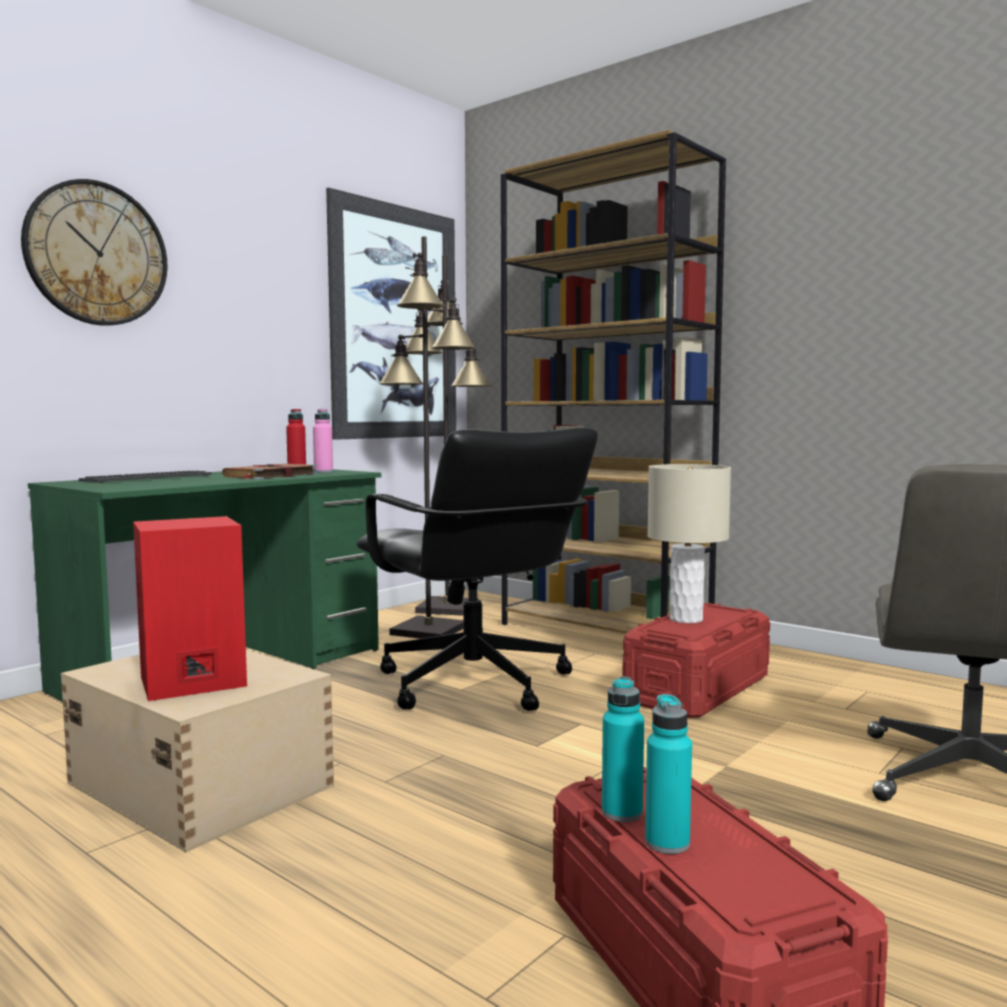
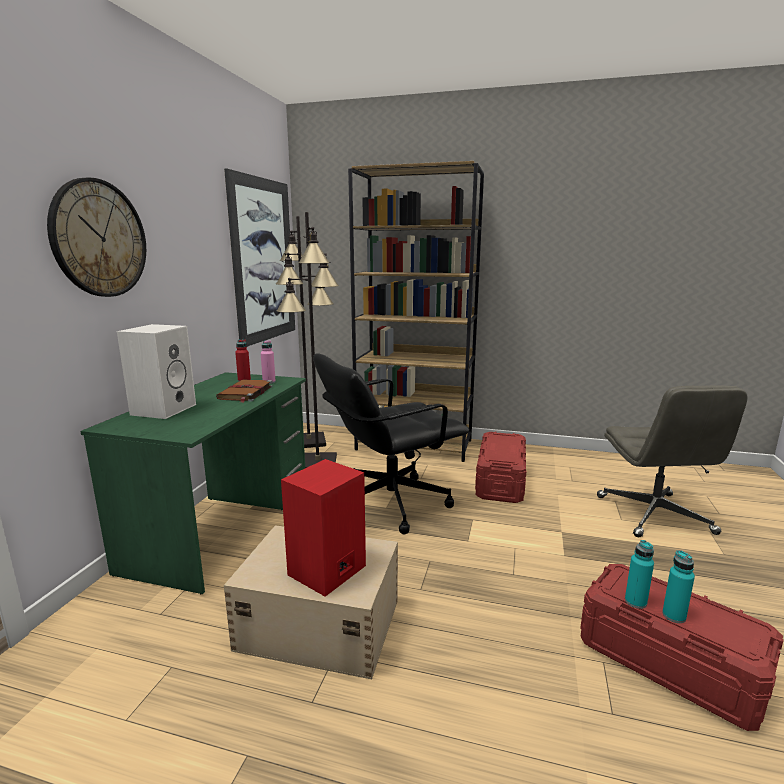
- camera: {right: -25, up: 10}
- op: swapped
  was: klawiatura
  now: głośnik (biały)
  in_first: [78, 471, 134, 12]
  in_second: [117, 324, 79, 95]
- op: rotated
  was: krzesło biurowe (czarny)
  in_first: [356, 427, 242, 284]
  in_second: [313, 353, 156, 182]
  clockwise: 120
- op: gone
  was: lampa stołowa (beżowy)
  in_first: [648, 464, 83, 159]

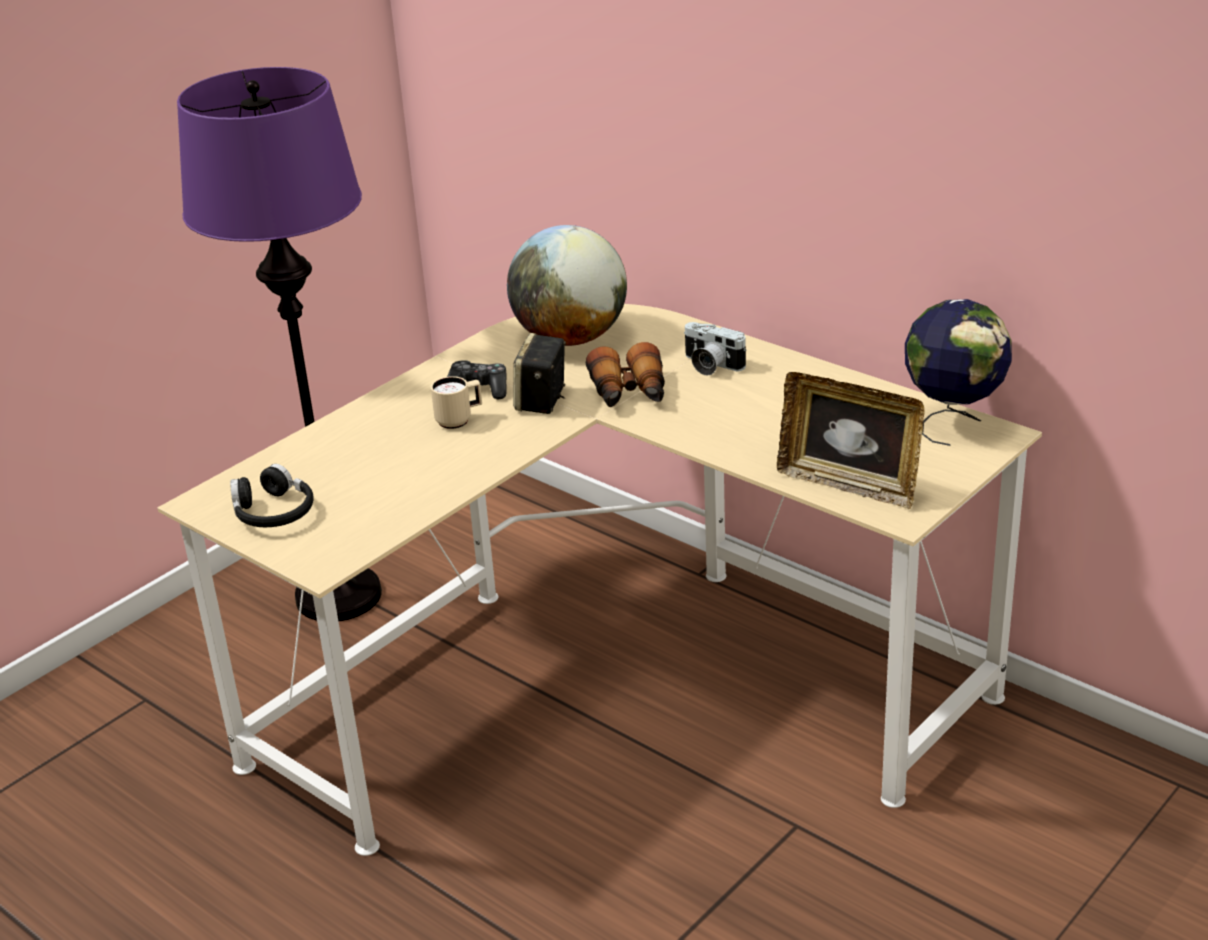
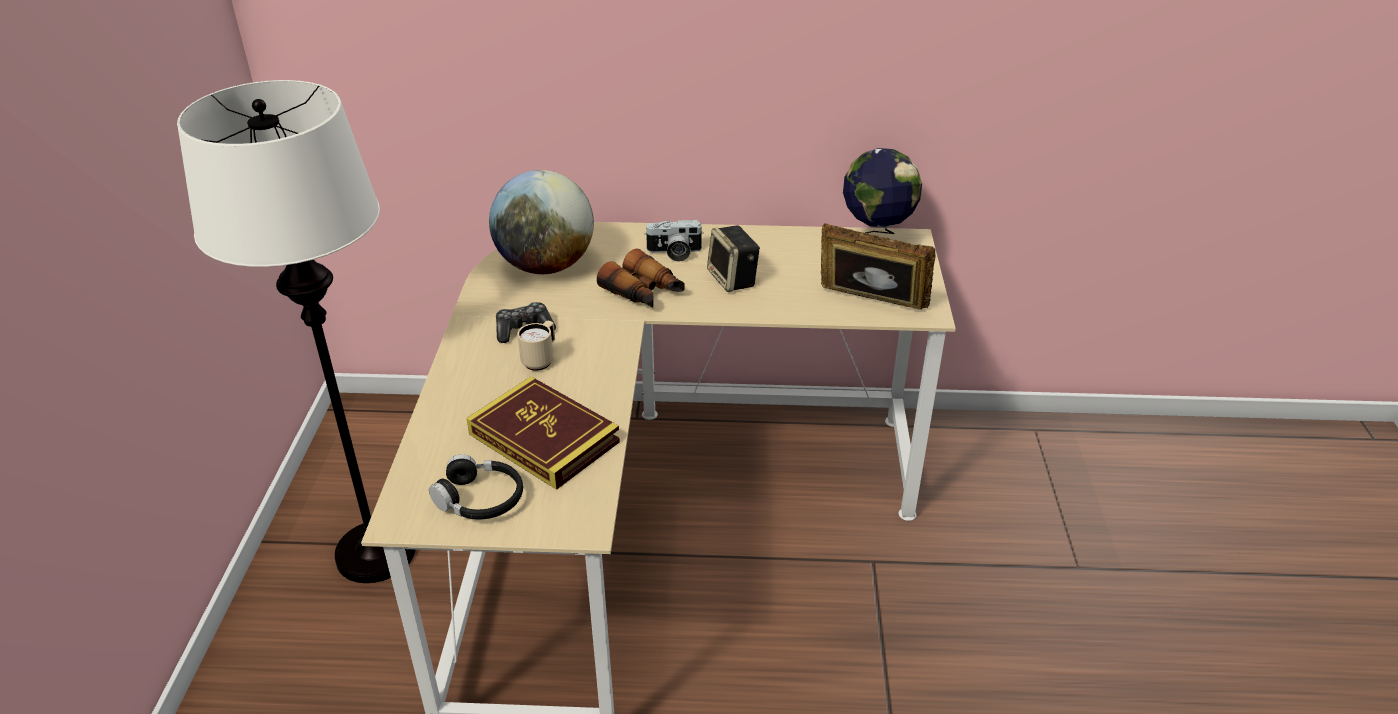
- camera: {right: -40, up: 5}
- op: repainted
  was: lampa stojąca (fioletowy)
  now: lampa stojąca (biały)
  in_first: [177, 67, 205, 554]
  in_second: [177, 80, 238, 503]
- op: shifted
  was: głośnik
  in_first: [513, 333, 53, 81]
  in_second: [707, 225, 53, 67]
- op: rotated
  was: ramka na zdjęcie
  in_first: [777, 372, 148, 137]
  in_second: [821, 223, 115, 87]
  clockwise: -150
- op: new
  now: książka
  in_second: [466, 376, 154, 114]

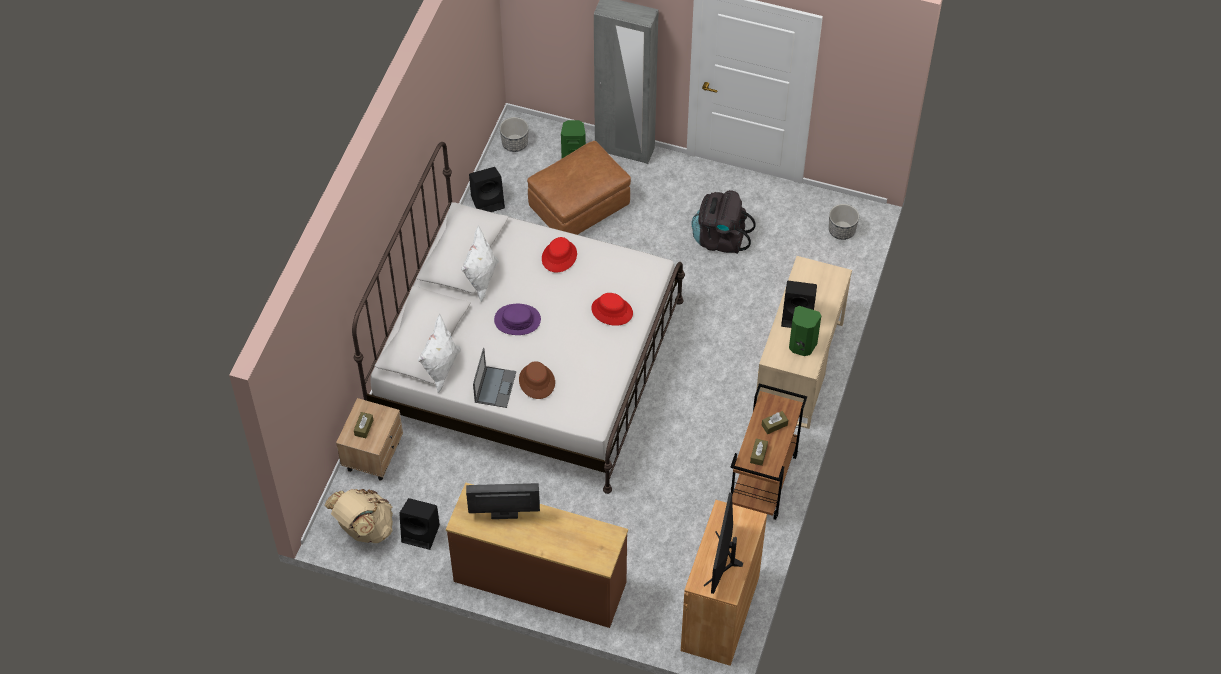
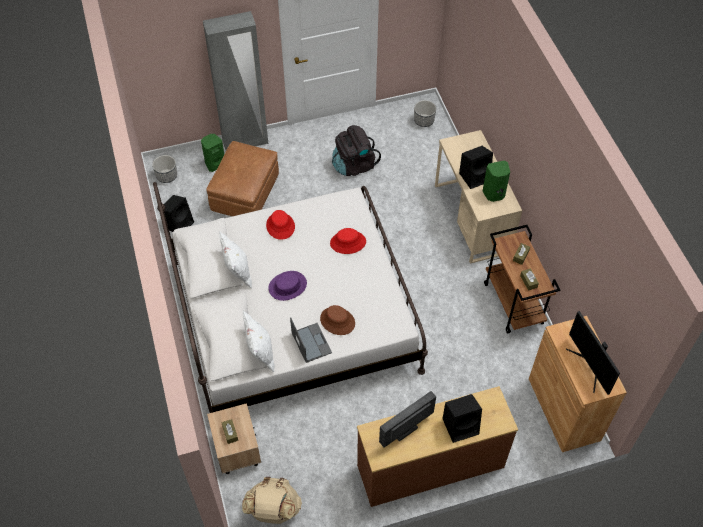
- camera: {right: -35, up: 0}
- op: shifted
  was: głośnik (czarny)
  in_first: [399, 498, 41, 52]
  in_second: [442, 394, 40, 49]

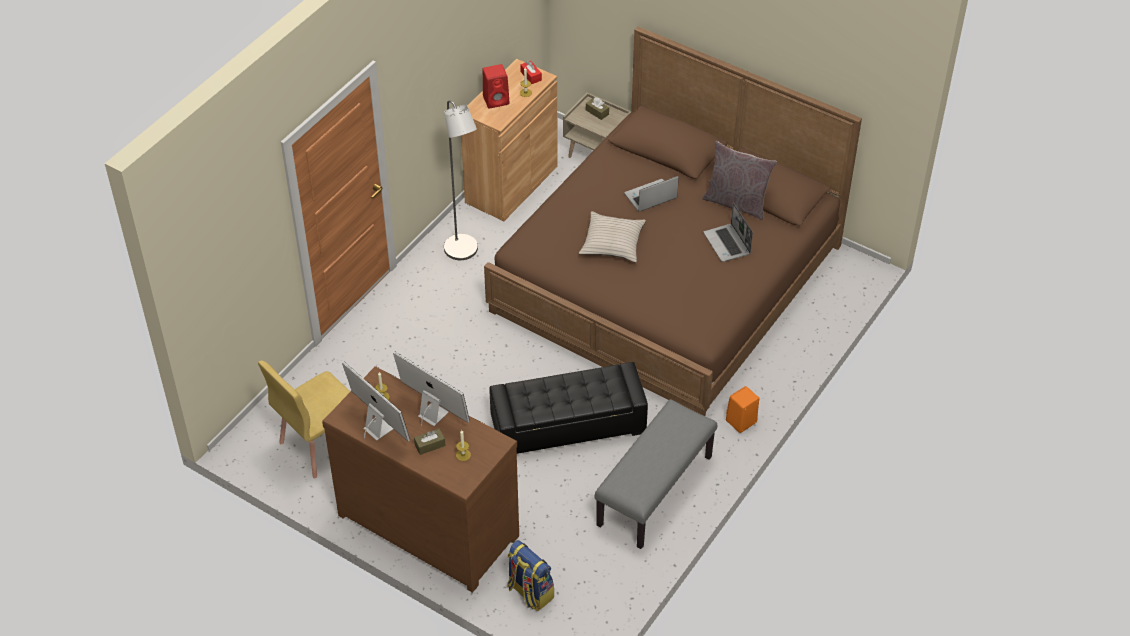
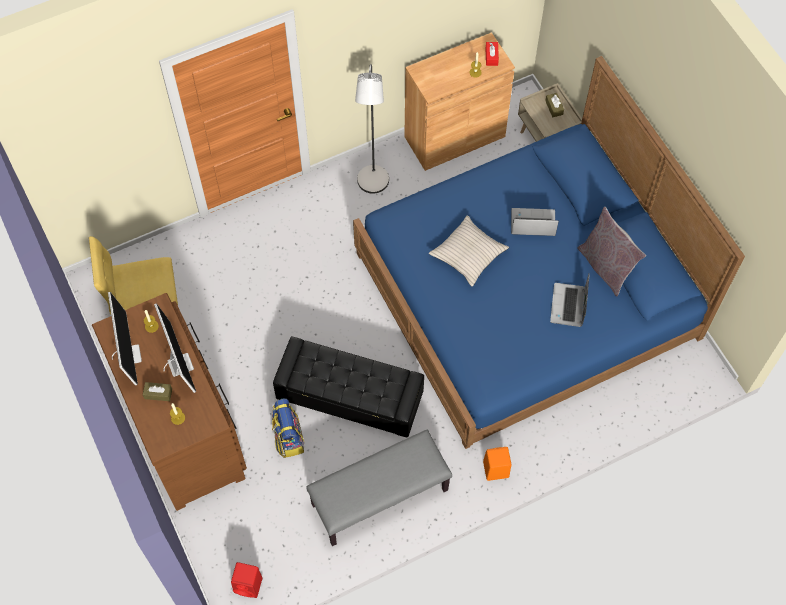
- camera: {right: 30, up: 15}
- op: shifted
  was: głośnik (czerwony)
  in_first: [483, 64, 26, 45]
  in_second: [231, 562, 31, 36]
- op: repainted
  was: łóżko (brązowy)
  now: łóżko (niebieski)
  in_first: [484, 26, 378, 390]
  in_second: [353, 56, 392, 393]
- op: shifted
  was: plecak
  in_first: [507, 540, 47, 71]
  in_second: [272, 398, 33, 60]

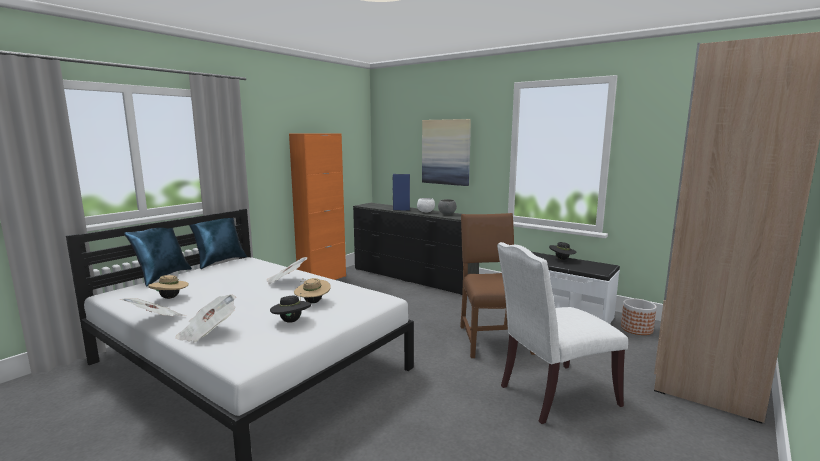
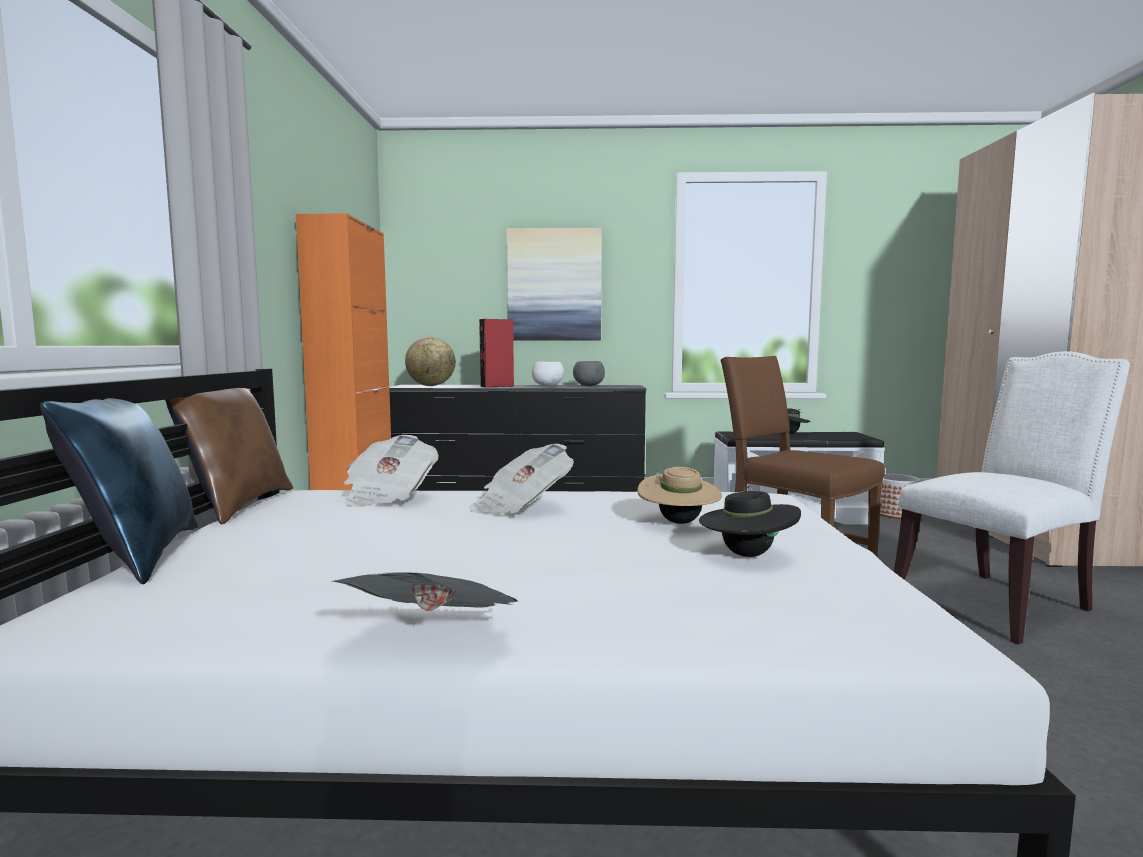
- camera: {right: -35, up: -5}
- op: gone
  was: kapelusz (beżowy)
  in_first: [148, 275, 41, 24]
- op: shifted
  was: gazeta
  in_first: [176, 294, 60, 48]
  in_second: [344, 435, 95, 72]
- op: repainted
  was: poduszka (niebieski)
  now: poduszka (brązowy)
  in_first: [189, 218, 58, 51]
  in_second: [165, 388, 128, 137]
- op: repainted
  was: głośnik (niebieski)
  now: głośnik (czerwony)
  in_first: [393, 174, 18, 37]
  in_second: [479, 319, 36, 69]
- op: rotated
  was: krzesło (biały)
  in_first: [497, 242, 131, 182]
  in_second: [894, 351, 236, 293]
  clockwise: -150
- op: new
  now: globus
  in_second: [405, 337, 51, 49]

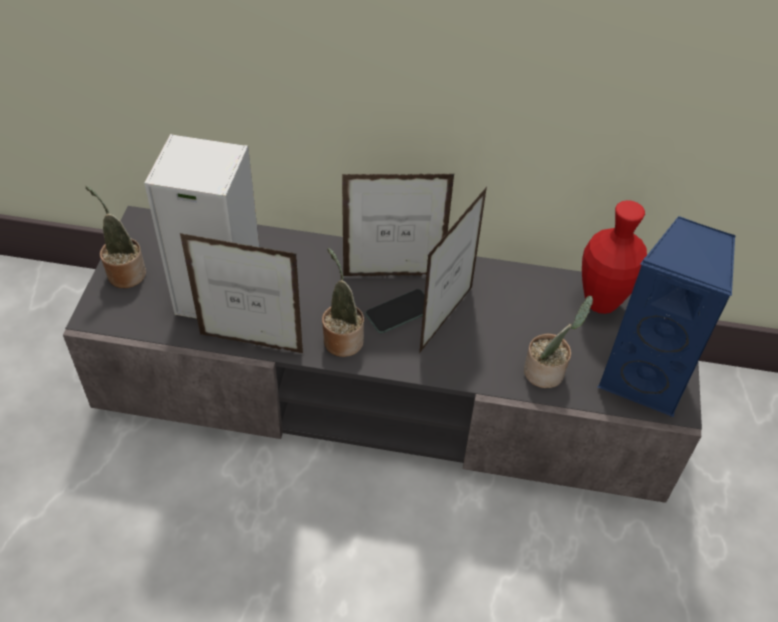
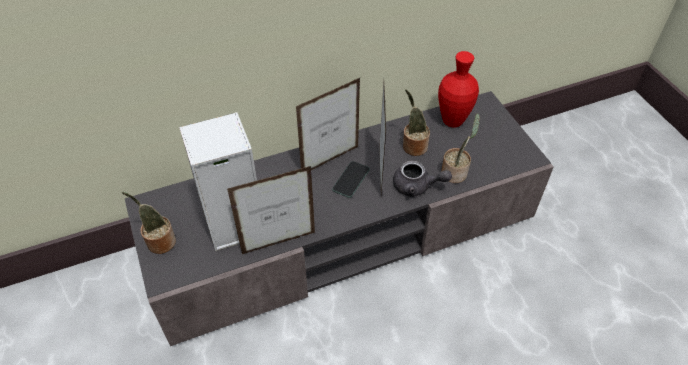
- camera: {right: -30, up: 0}
- op: shifted
  was: roślina doniczkowa
  in_first: [322, 248, 42, 109]
  in_second: [403, 89, 27, 67]
- op: gone
  was: głośnik (niebieski)
  in_first: [598, 216, 138, 202]
- op: new
  now: imbryk (szary)
  in_second: [393, 161, 59, 36]

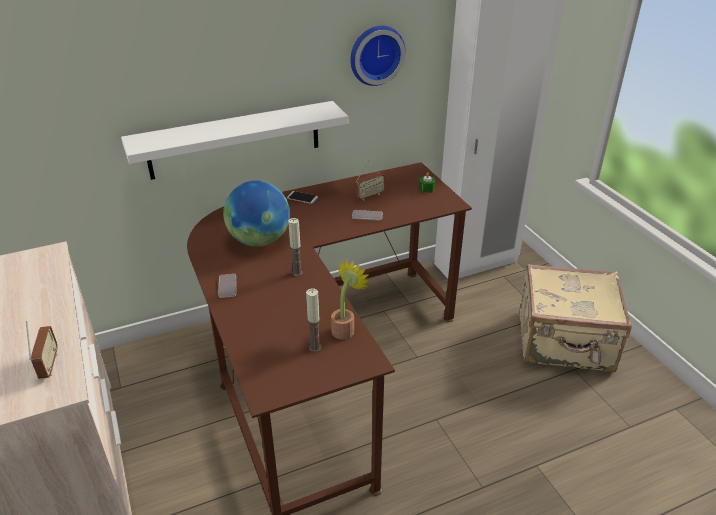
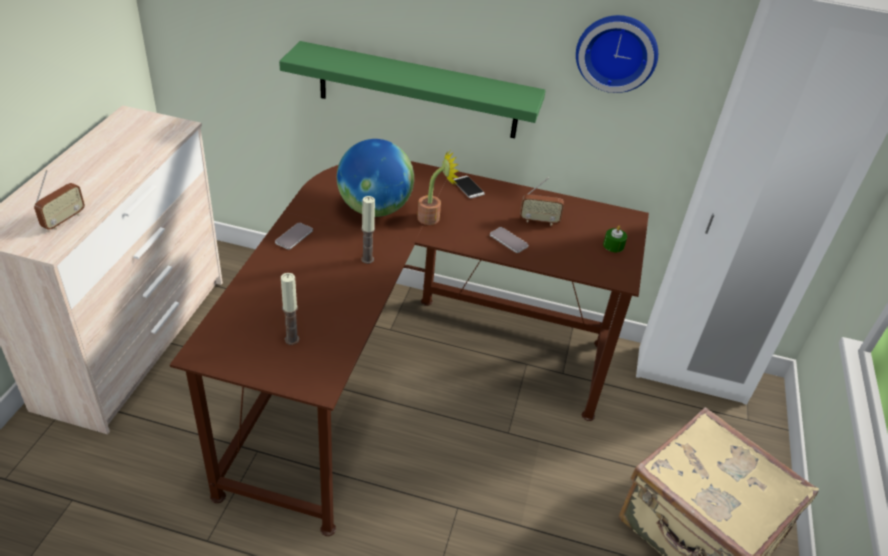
- camera: {right: 35, up: 5}
- op: repainted
  was: półka (biały)
  now: półka (zielony)
  in_first: [121, 101, 227, 79]
  in_second: [279, 41, 267, 97]
- op: shifted
  was: roślina doniczkowa
  in_first: [331, 260, 38, 80]
  in_second: [417, 150, 42, 75]

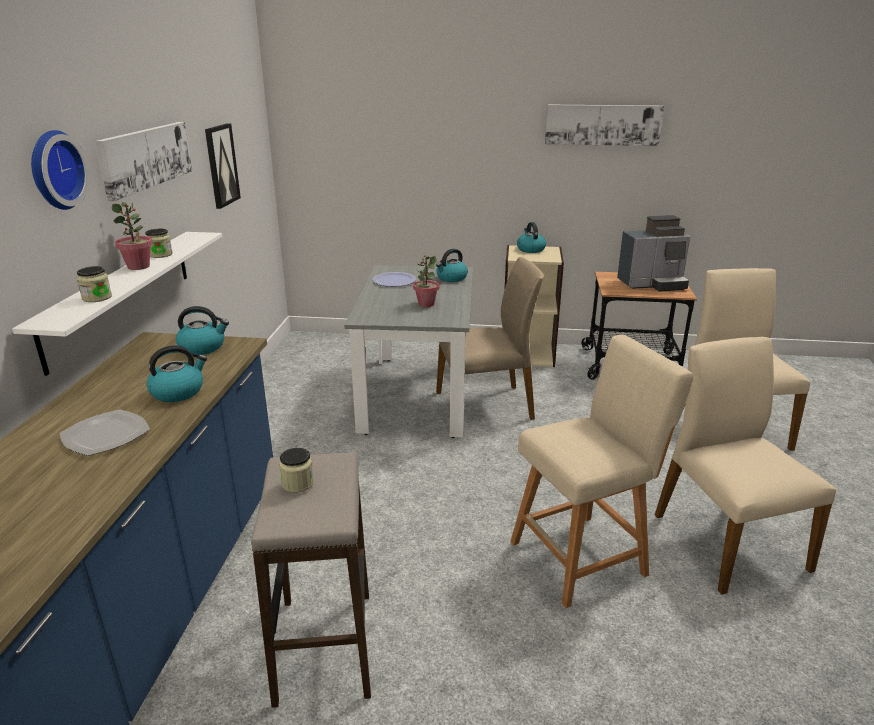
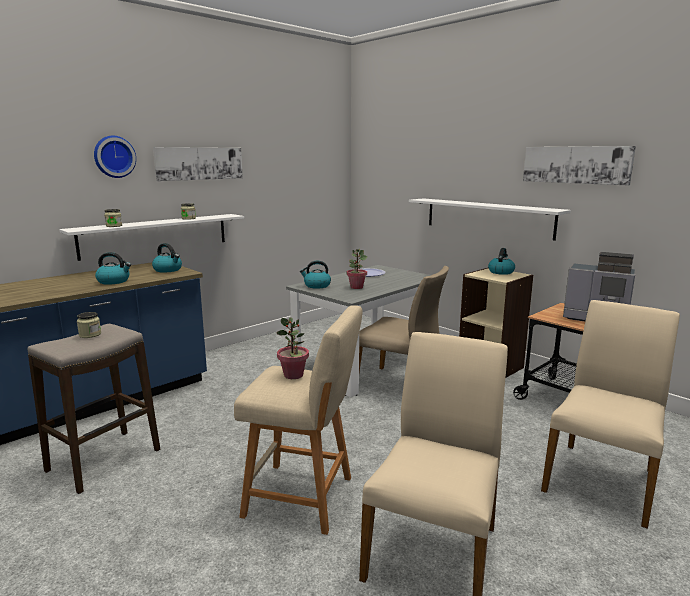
- camera: {right: 40, up: -10}
- op: gone
  was: talerz
  in_first: [60, 409, 90, 47]
- op: shifted
  was: roślina doniczkowa
  in_first: [112, 202, 41, 68]
  in_second: [277, 317, 32, 62]
- op: gone
  was: obraz
  in_first: [205, 123, 36, 86]
- op: shifted
  was: czajnik
  in_first: [436, 249, 32, 33]
  in_second: [300, 261, 31, 28]
- op: new
  now: półka (biały)
  in_second: [409, 198, 162, 43]

